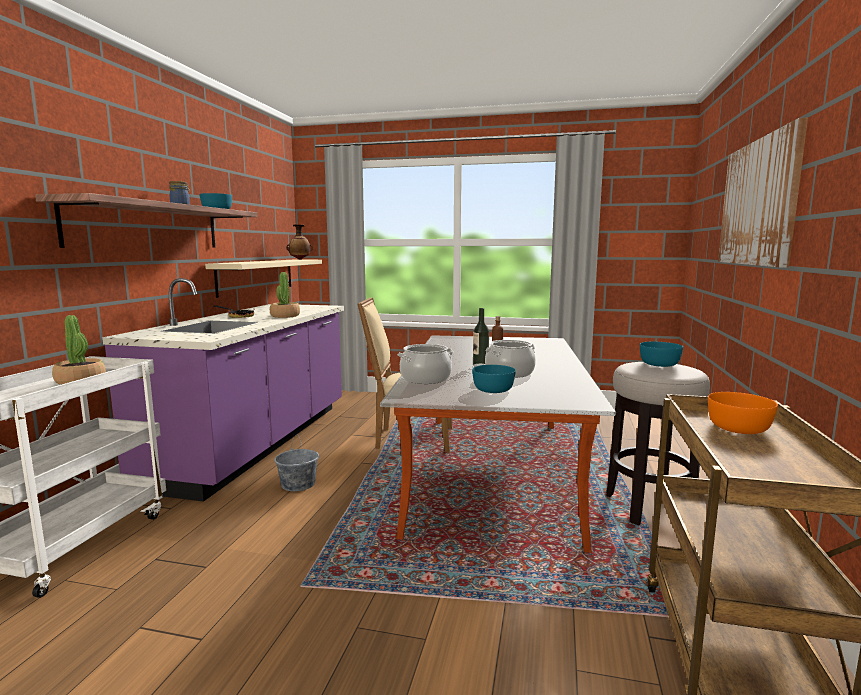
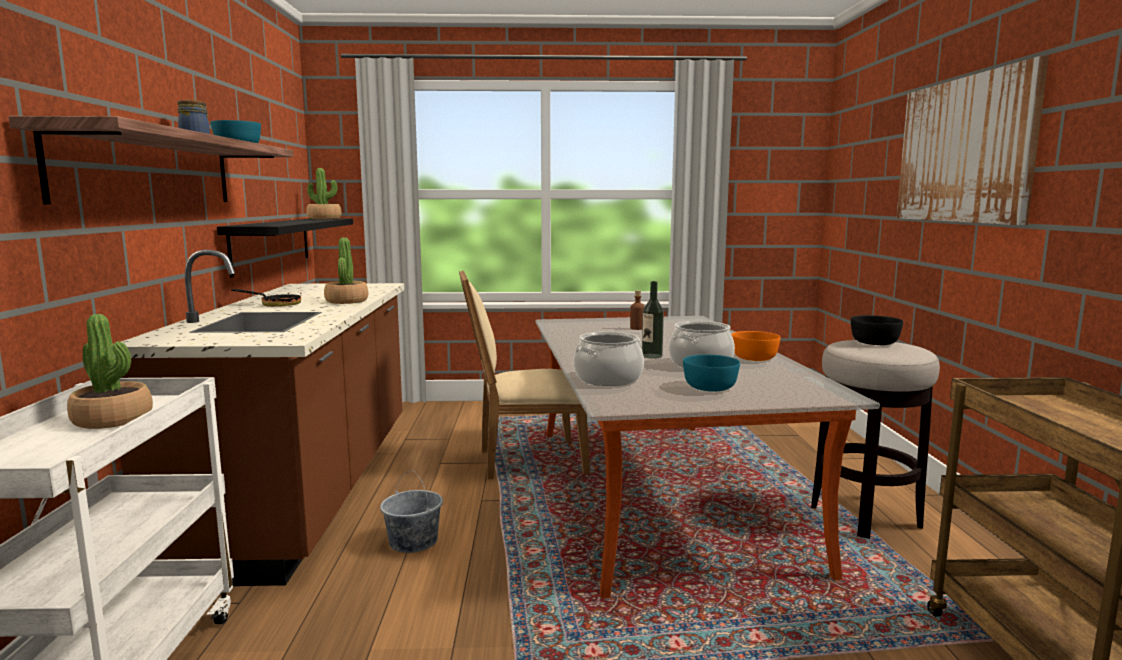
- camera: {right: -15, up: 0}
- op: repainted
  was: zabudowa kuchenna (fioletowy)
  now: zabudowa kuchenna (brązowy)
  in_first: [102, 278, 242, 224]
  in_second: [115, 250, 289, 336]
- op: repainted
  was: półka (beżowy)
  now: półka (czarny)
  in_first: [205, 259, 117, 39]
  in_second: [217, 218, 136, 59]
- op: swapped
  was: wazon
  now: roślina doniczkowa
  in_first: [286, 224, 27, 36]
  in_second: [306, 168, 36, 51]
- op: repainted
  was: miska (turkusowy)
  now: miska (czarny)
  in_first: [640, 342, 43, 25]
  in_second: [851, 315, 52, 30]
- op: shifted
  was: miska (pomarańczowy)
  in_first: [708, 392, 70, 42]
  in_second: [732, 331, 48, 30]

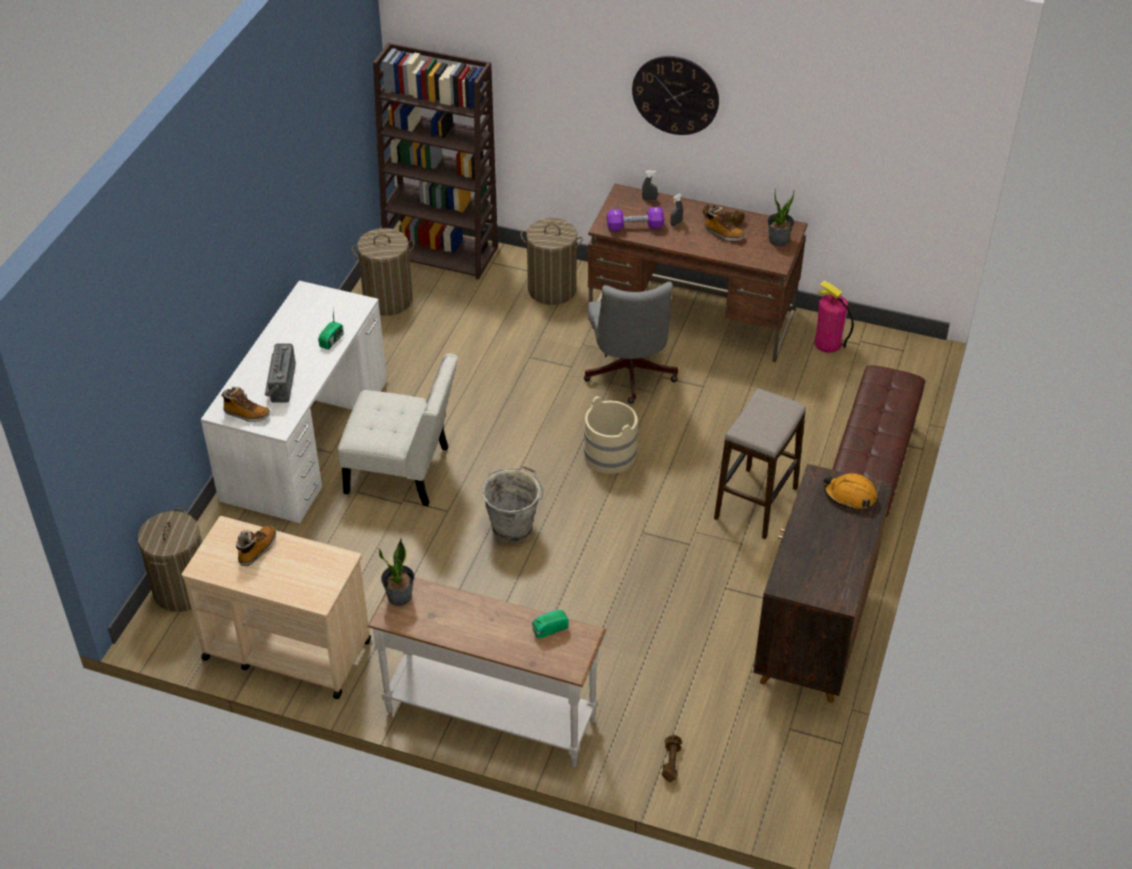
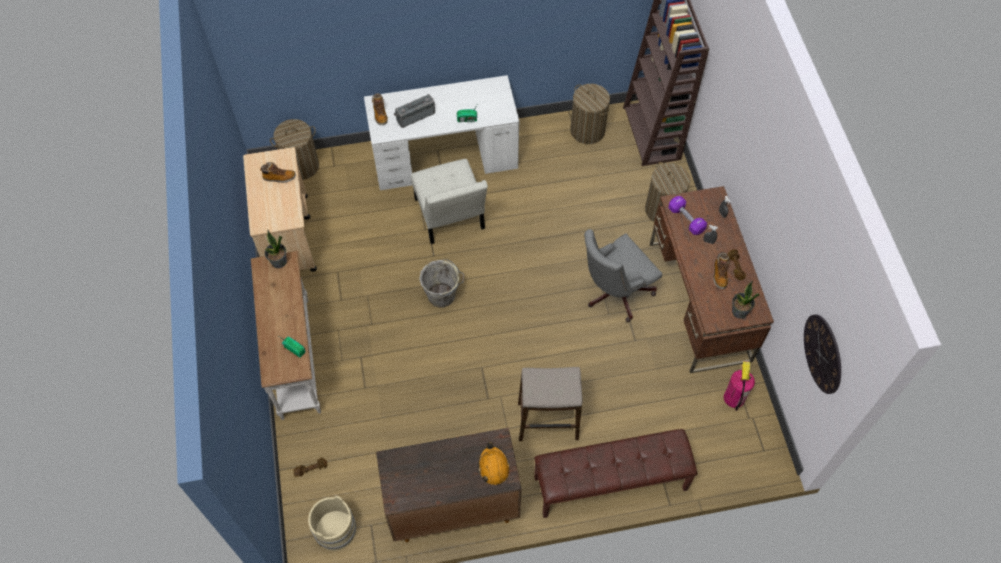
- camera: {right: 60, up: 15}
- op: shifted
  was: wiadro (beżowy)
  in_first: [584, 396, 54, 78]
  in_second: [308, 496, 48, 55]
- op: shifted
  was: zegar ścienny
  in_first: [632, 56, 87, 79]
  in_second: [804, 314, 37, 80]

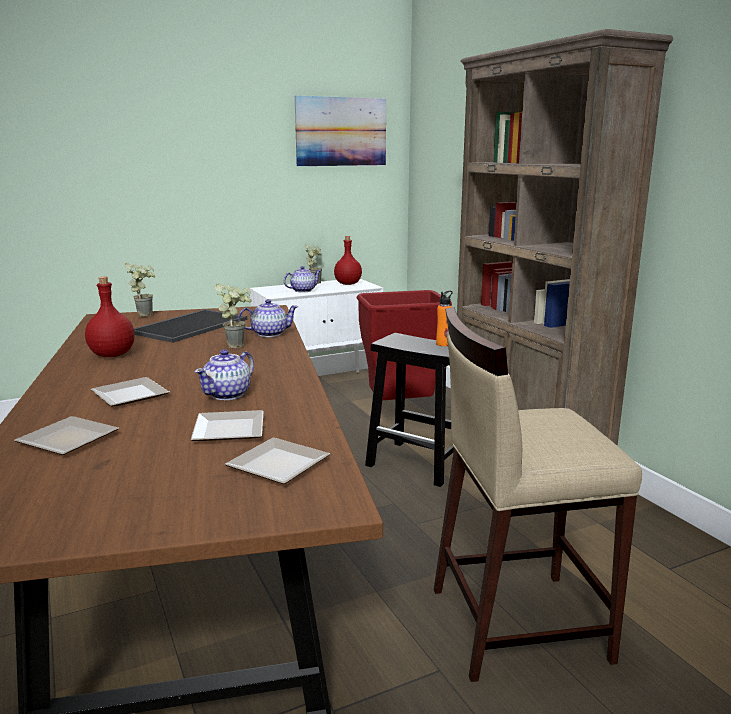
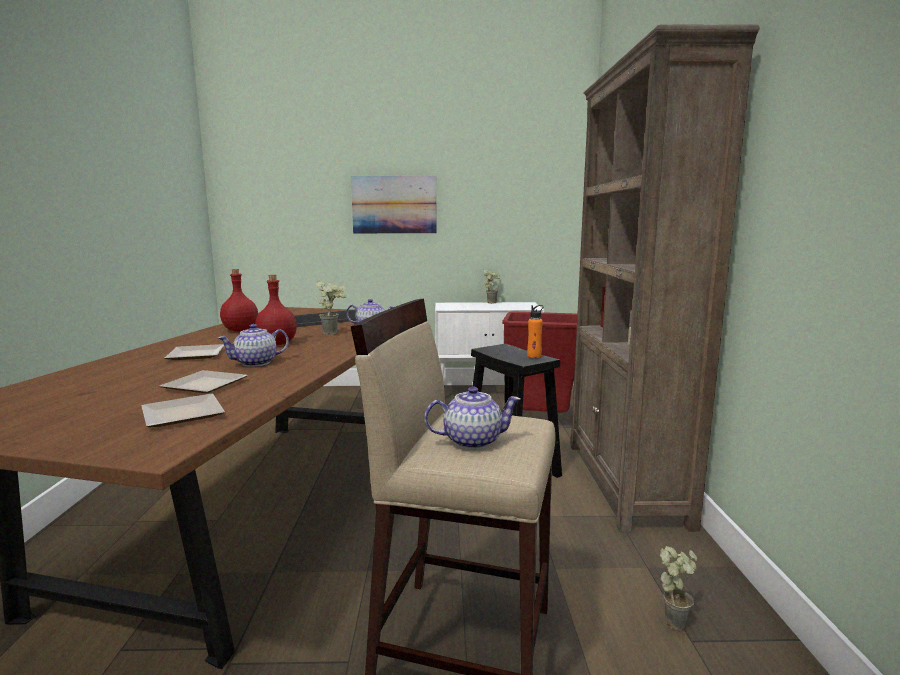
- camera: {right: 25, up: -5}
- op: gone
  was: talerz
  in_first: [14, 416, 105, 39]
- op: shifted
  was: roślina doniczkowa
  in_first: [124, 263, 31, 54]
  in_second: [660, 546, 37, 85]
- op: shifted
  was: imbryk
  in_first: [284, 266, 37, 27]
  in_second: [424, 387, 96, 62]
- op: shifted
  was: obraz
  in_first: [295, 96, 91, 70]
  in_second: [351, 176, 86, 58]
- op: shifted
  was: butelka (czerwony)
  in_first: [334, 236, 28, 49]
  in_second: [255, 275, 42, 70]

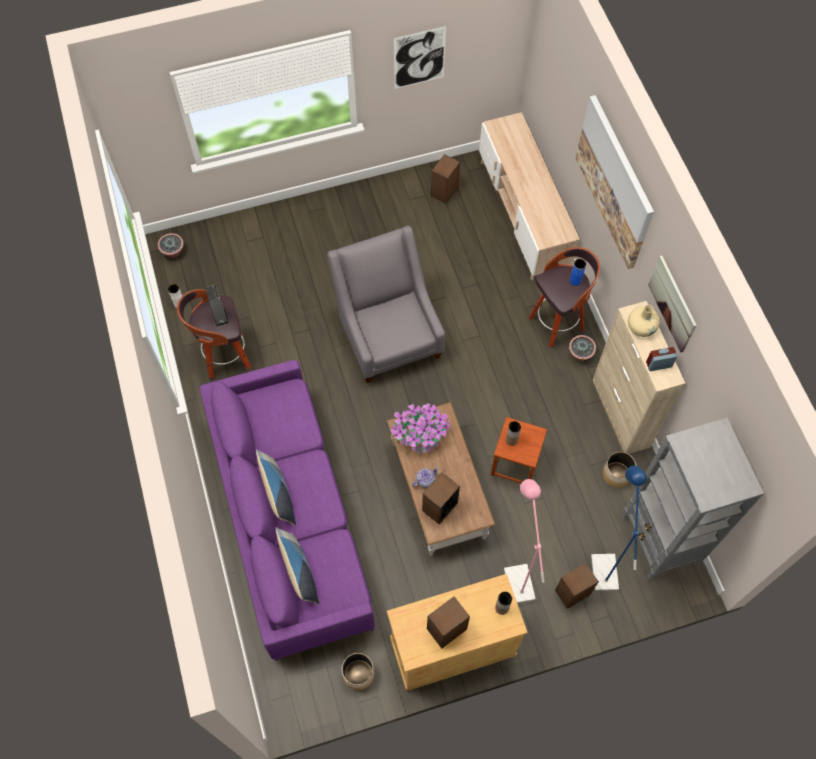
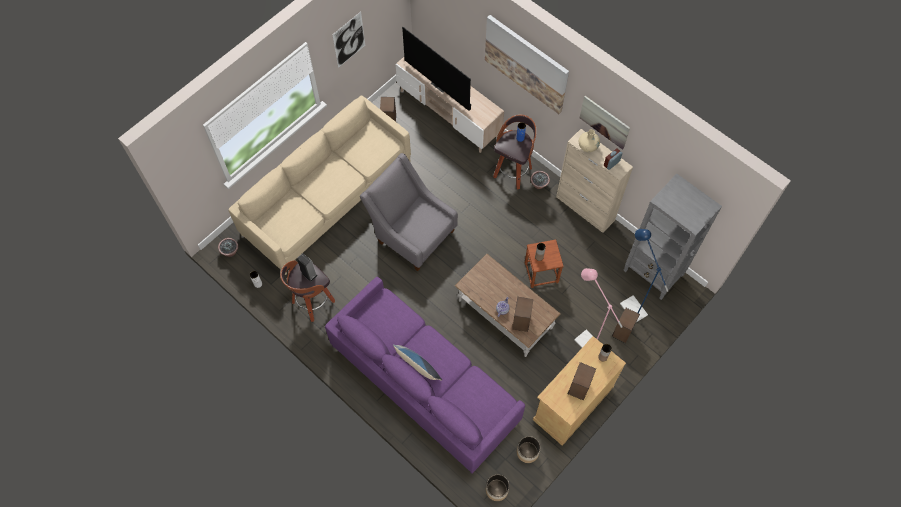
- camera: {right: -30, up: 0}
- op: gone
  was: poduszka
  in_first: [276, 527, 43, 78]
- op: gone
  was: roślina doniczkowa
  in_first: [390, 403, 60, 51]
- op: shifted
  was: donica
  in_first: [602, 451, 34, 37]
  in_second: [486, 474, 23, 27]
- op: new
  now: kanapa (beżowy)
  in_second: [228, 96, 183, 179]
- op: new
  now: telewizor
  in_second: [402, 27, 69, 84]

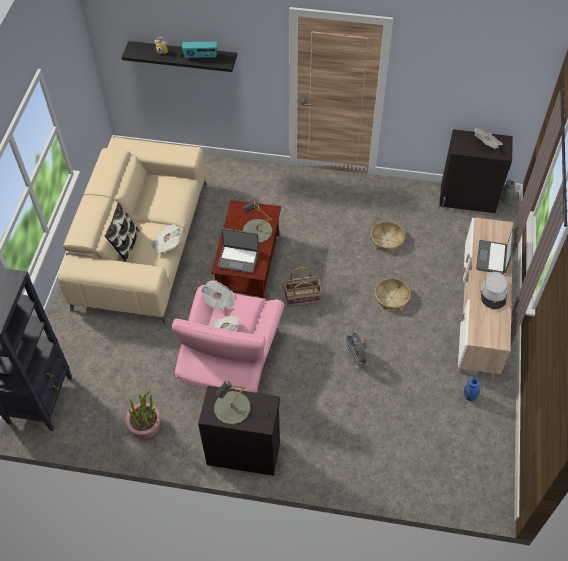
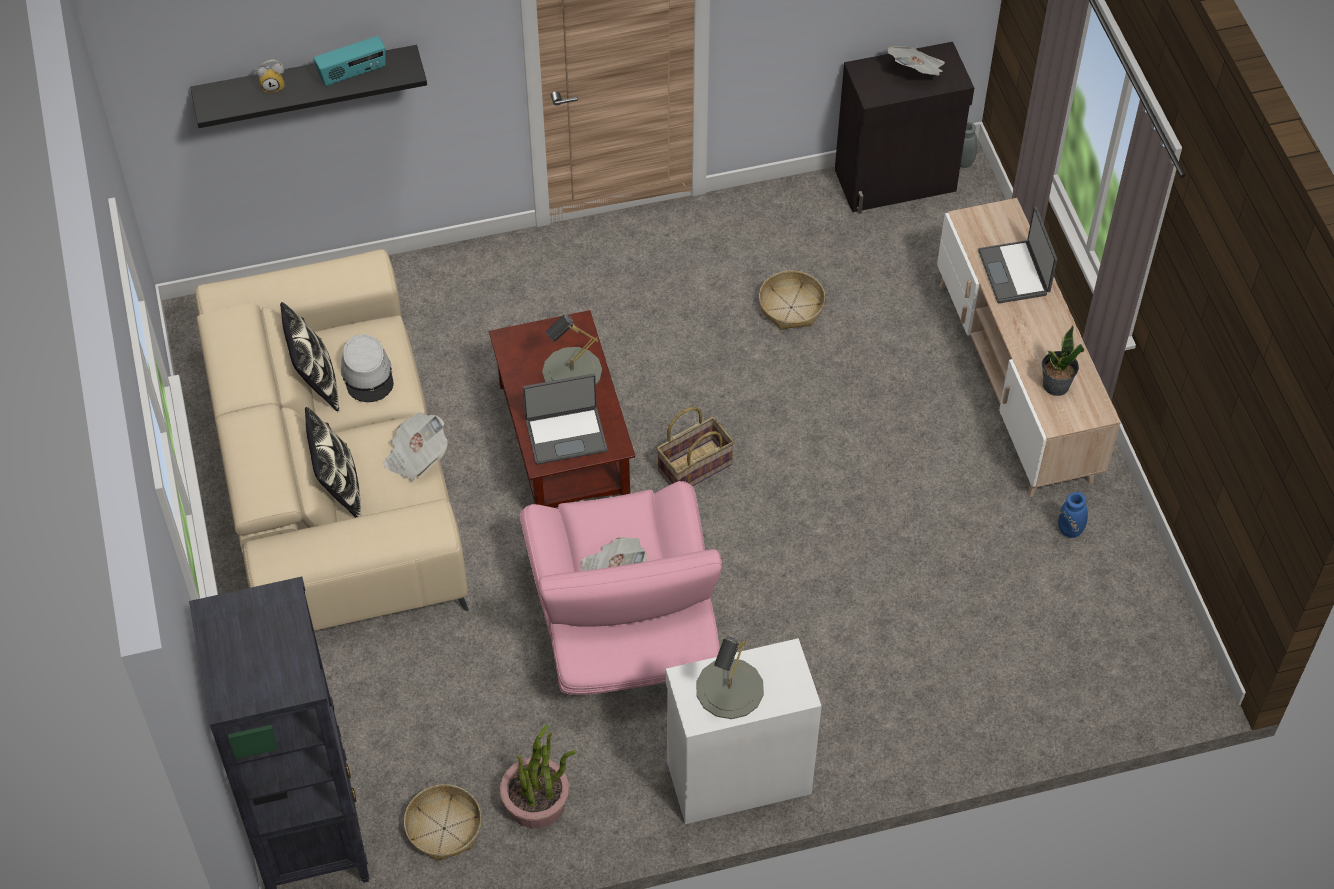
- camera: {right: -25, up: 0}
- op: repainted
  was: szafka (czarny)
  now: szafka (biały)
  in_first: [198, 386, 82, 90]
  in_second: [666, 638, 156, 186]
- op: gone
  was: gazeta
  in_first: [201, 280, 34, 30]
- op: gone
  was: wentylator (szary)
  in_first: [344, 333, 23, 35]
- op: shifted
  was: koszyk
  in_first: [375, 278, 35, 32]
  in_second: [404, 784, 78, 77]
- op: shifted
  was: kapelusz (szary)
  in_first: [480, 272, 28, 37]
  in_second: [341, 334, 53, 68]
- op: new
  now: poduszka
  in_second: [280, 302, 59, 109]
- op: new
  now: roślina doniczkowa
  in_second: [1042, 325, 42, 71]

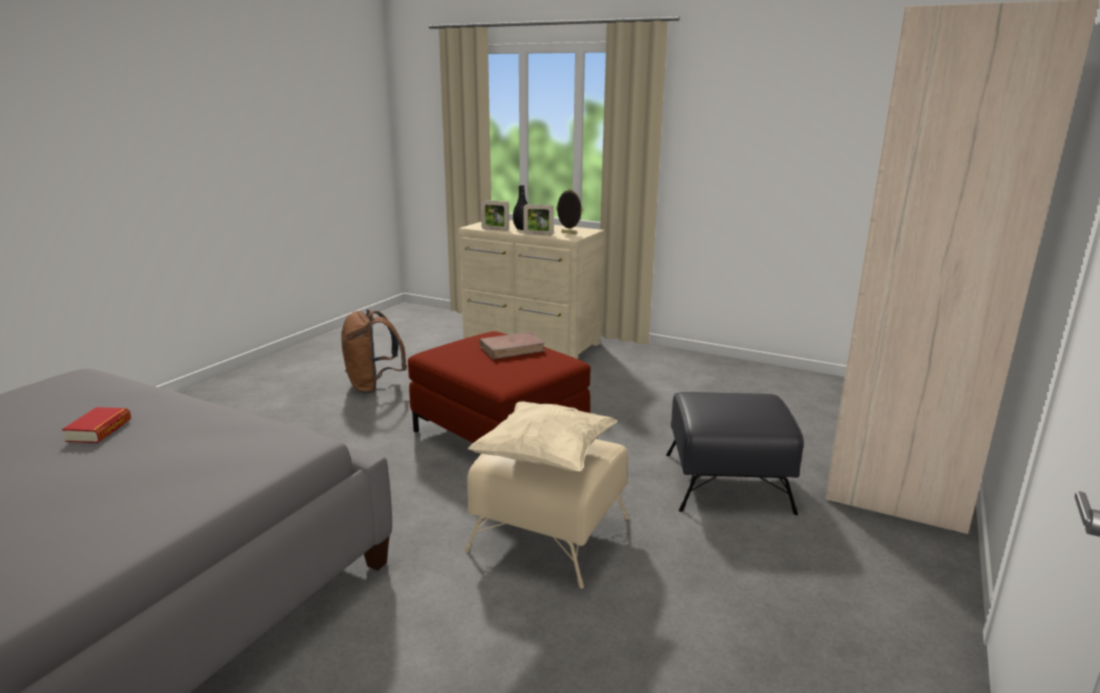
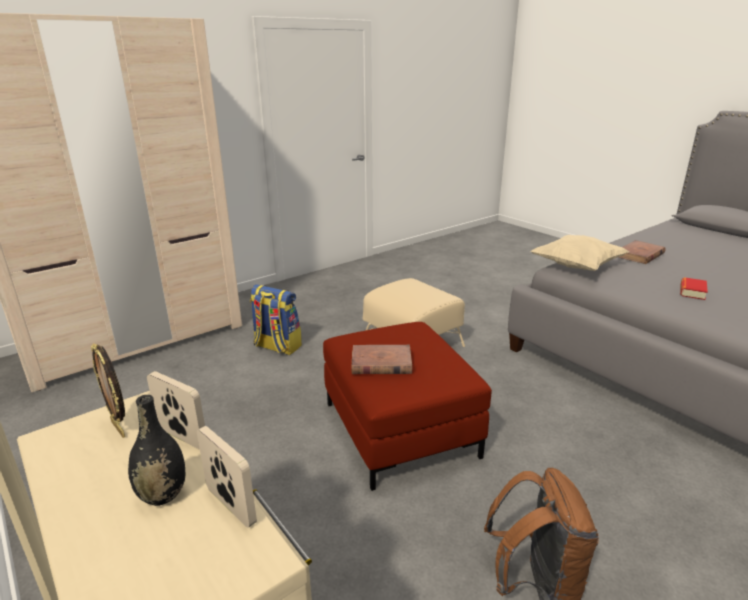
- camera: {right: -155, up: 5}
- op: shifted
  was: poduszka (beżowy)
  in_first: [468, 401, 149, 70]
  in_second: [531, 235, 98, 36]
- op: swapped
  was: pufa (czarny)
  now: plecak
  in_first: [666, 392, 138, 123]
  in_second: [250, 284, 52, 71]
- op: new
  now: książka (brązowy)
  in_second: [618, 240, 48, 24]

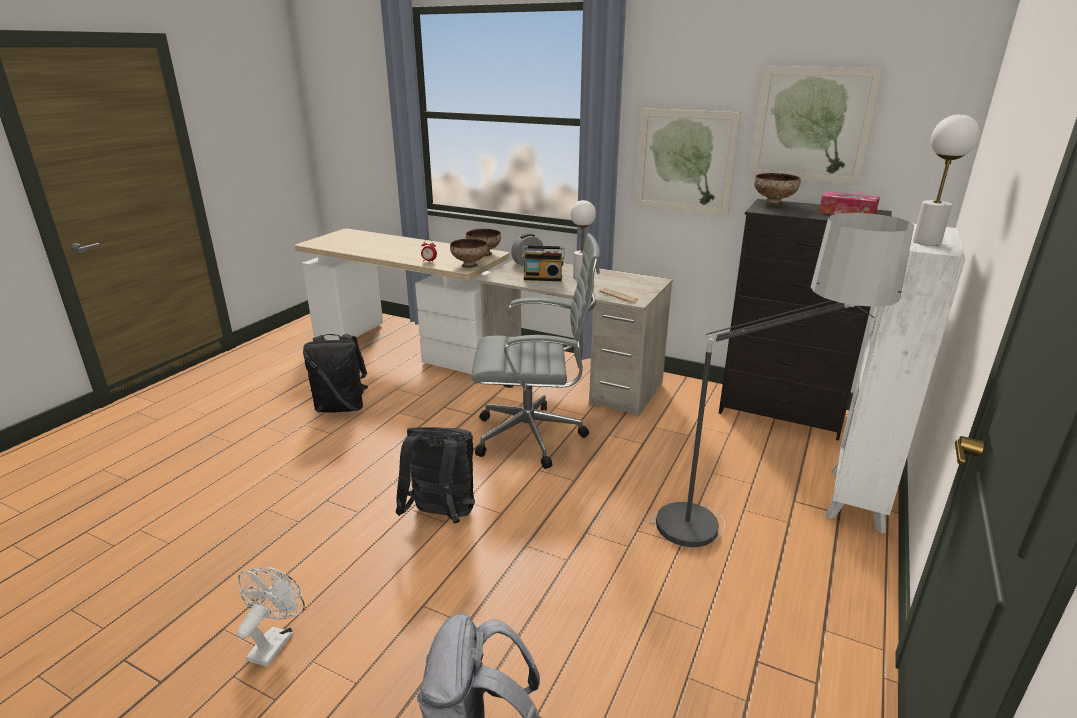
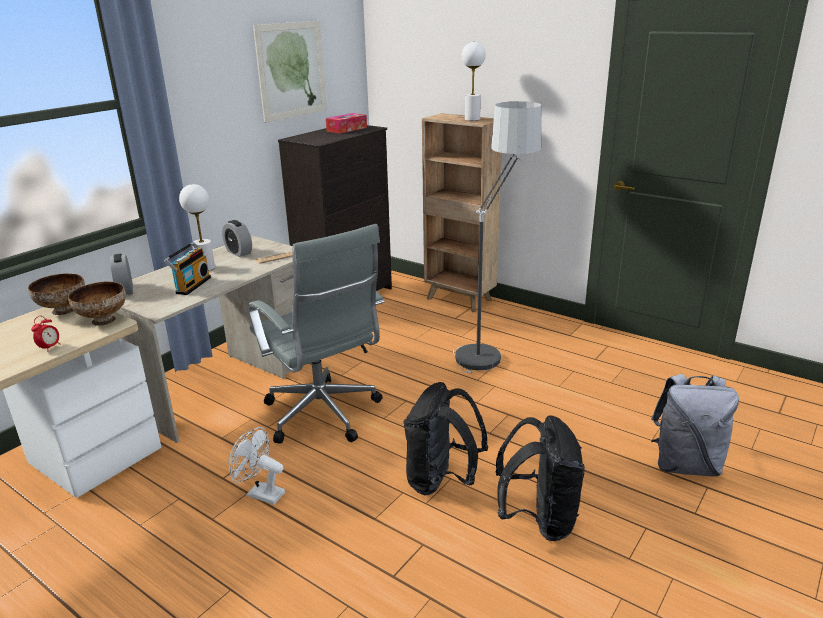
- camera: {right: -80, up: 0}
- op: shifted
  was: wentylator (biały)
  in_first: [237, 567, 68, 100]
  in_second: [228, 427, 57, 78]
- op: shifted
  was: plecak (czarny)
  in_first: [303, 334, 65, 78]
  in_second: [496, 415, 89, 126]
- op: rotated
  was: krzesło biurowe (szary)
  in_first: [472, 233, 128, 236]
  in_second: [248, 224, 137, 220]
  clockwise: 135
- op: gone
  was: obraz
  in_first: [636, 108, 105, 107]
- op: gone
  was: miska
  in_first: [754, 173, 47, 33]
- op: repainted
  was: regał (biały)
  now: regał (brązowy)
  in_first: [825, 224, 141, 309]
  in_second: [422, 113, 80, 199]
- op: new
  now: budzik
  in_second: [222, 220, 30, 37]

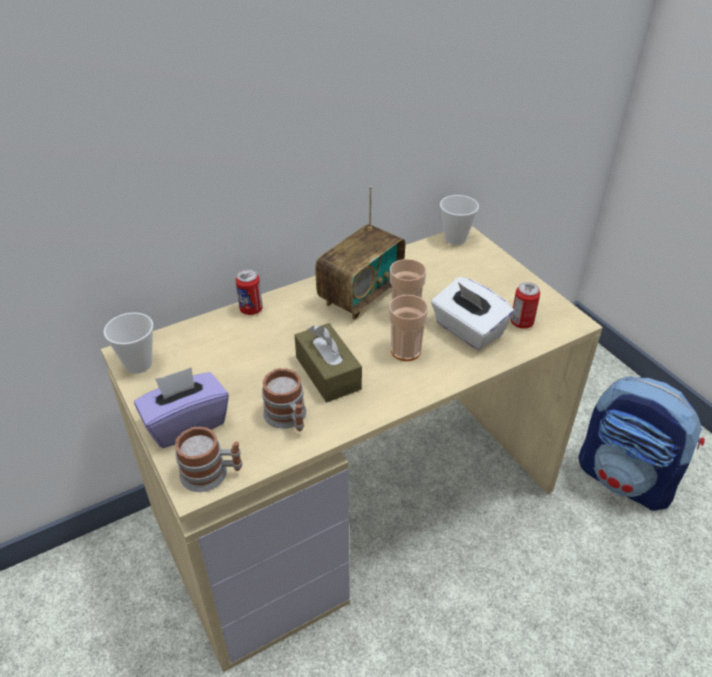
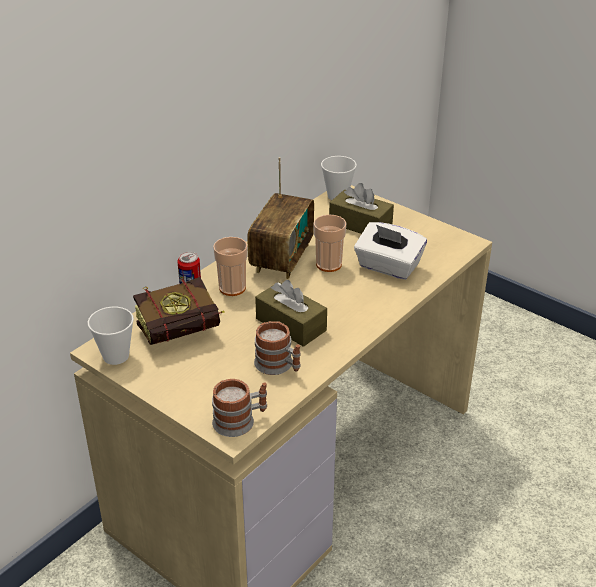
- camera: {right: -20, up: -5}
- op: gone
  was: pudełko chusteczek (fioletowy)
  in_first: [134, 367, 95, 81]
- op: shifted
  was: filiżanka
  in_first: [389, 295, 39, 66]
  in_second: [213, 237, 35, 59]
- op: gone
  was: puszka
  in_first: [511, 282, 29, 47]
- op: gone
  was: plecak
  in_first: [578, 376, 127, 135]
- op: new
  now: książka
  in_second: [133, 277, 92, 68]
- op: new
  now: pudełko chusteczek (brązowy)
  in_second: [329, 183, 65, 51]

